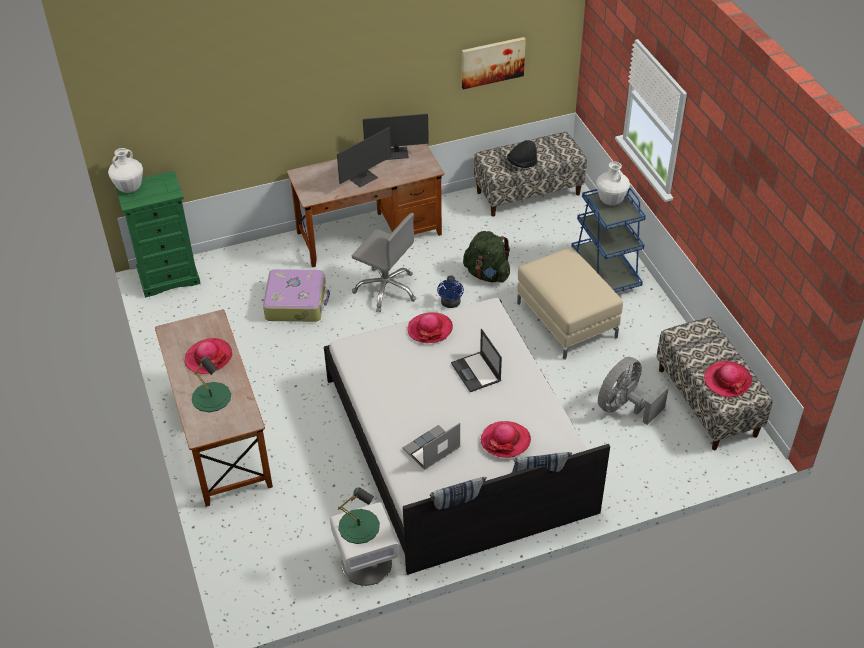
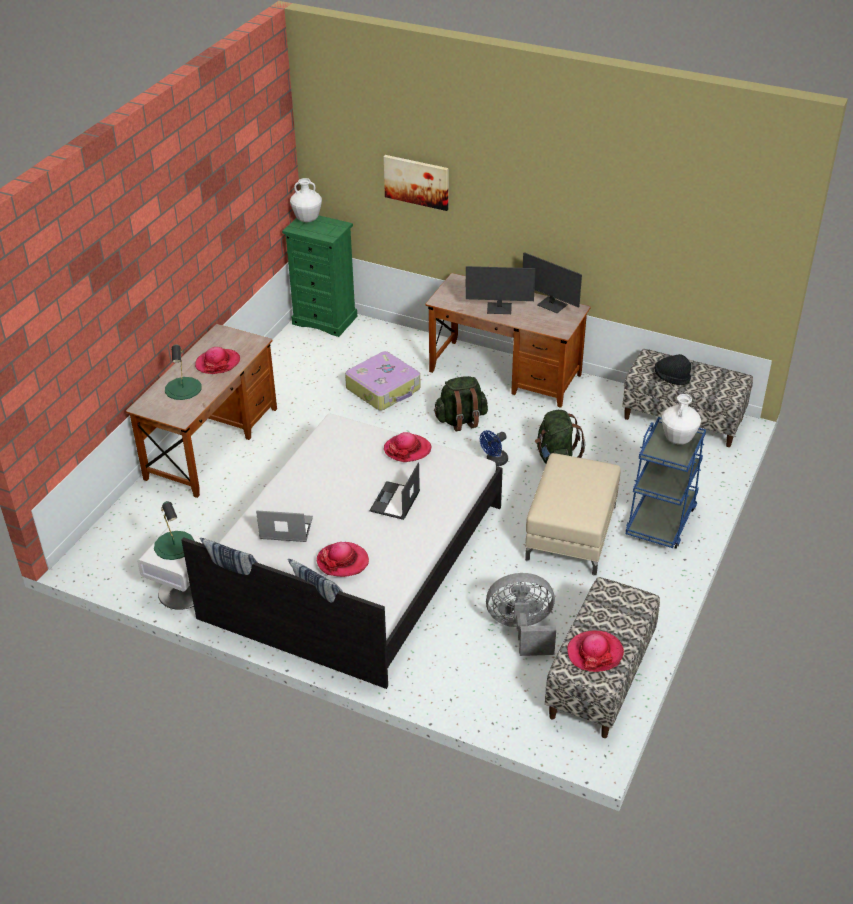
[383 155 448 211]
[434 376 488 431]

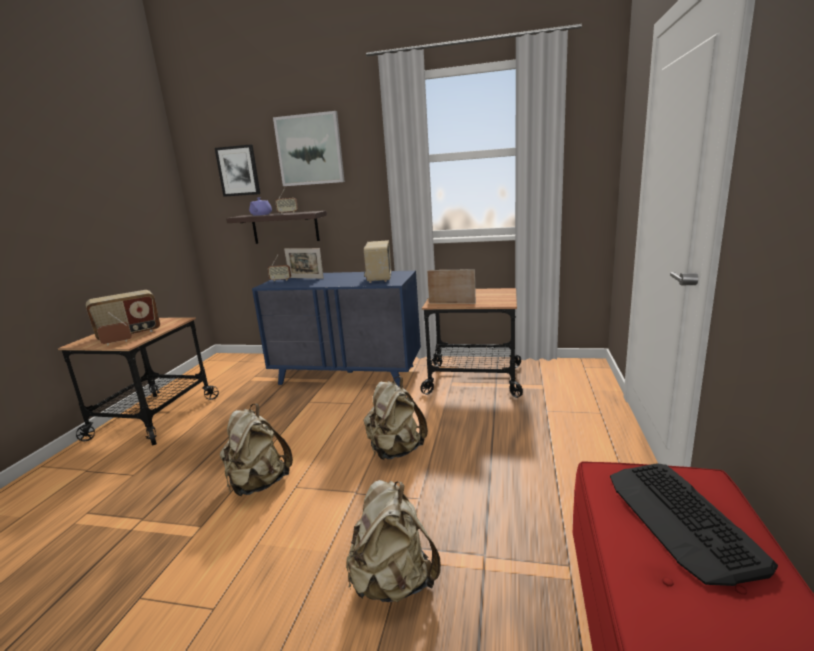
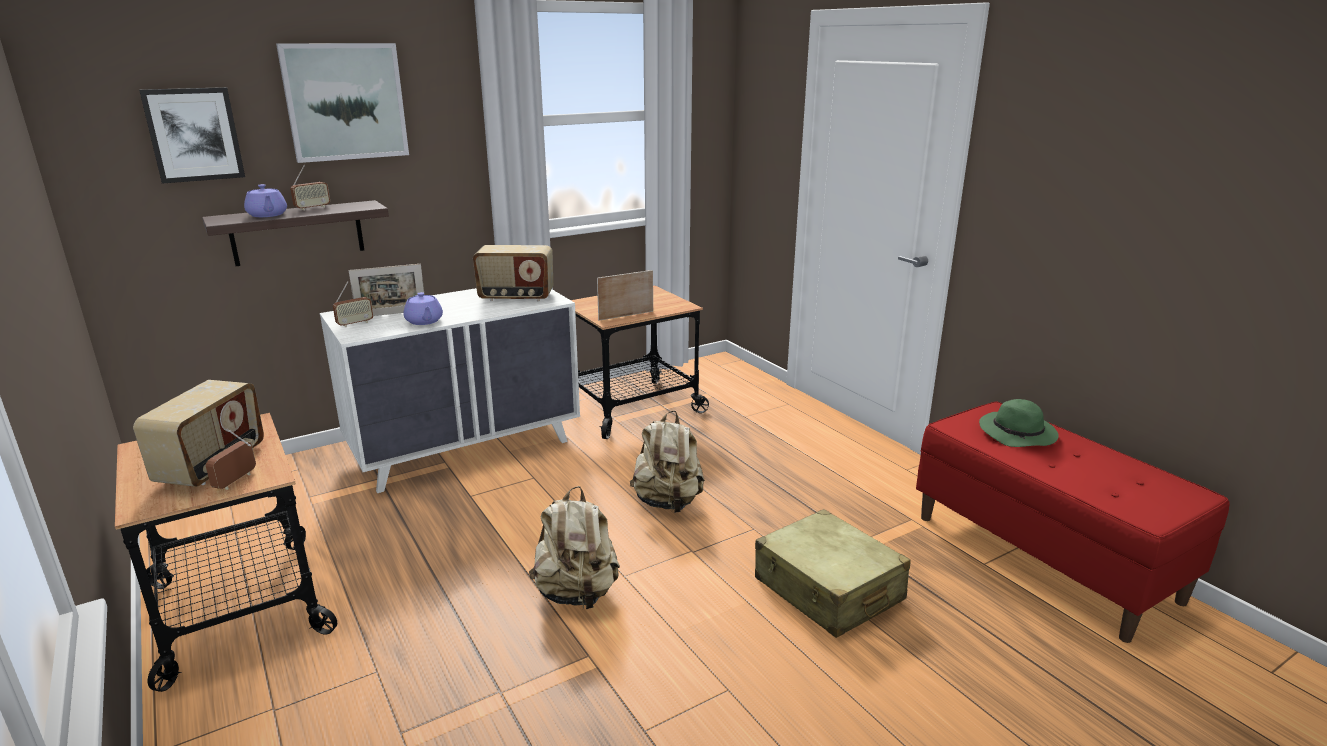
[320 288 580 493]
[404 292 443 325]
[473 245 553 302]
[755 509 911 638]
[979 399 1059 447]

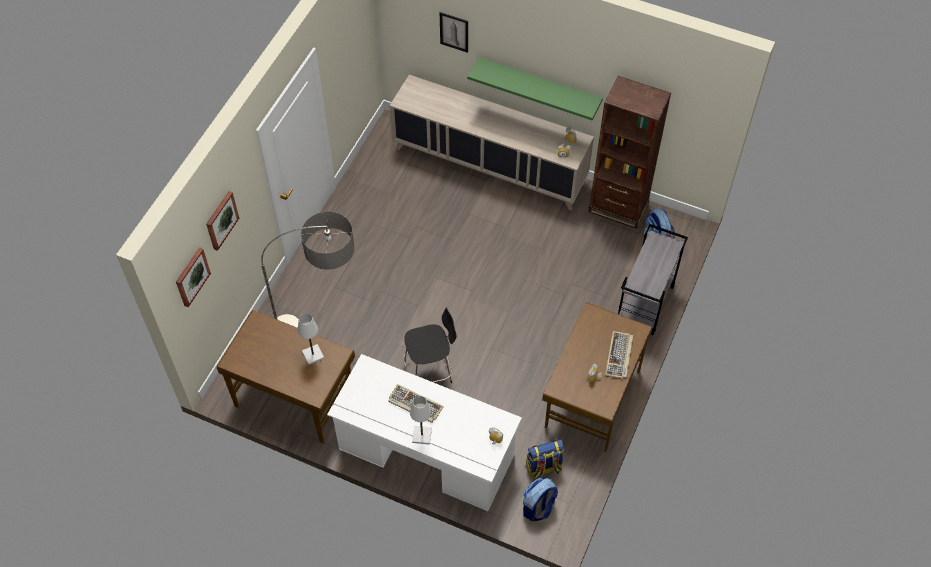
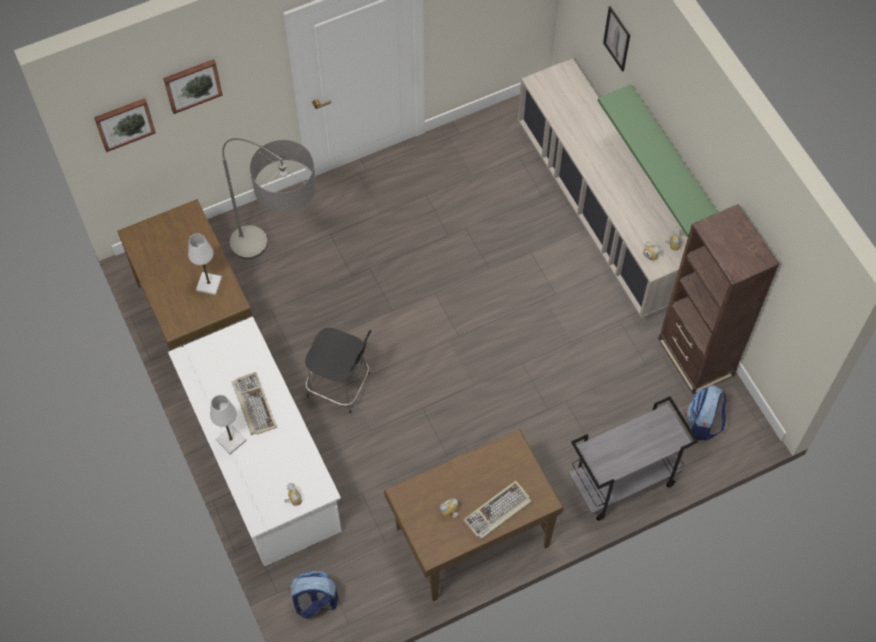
[526 439 564 480] (first image)

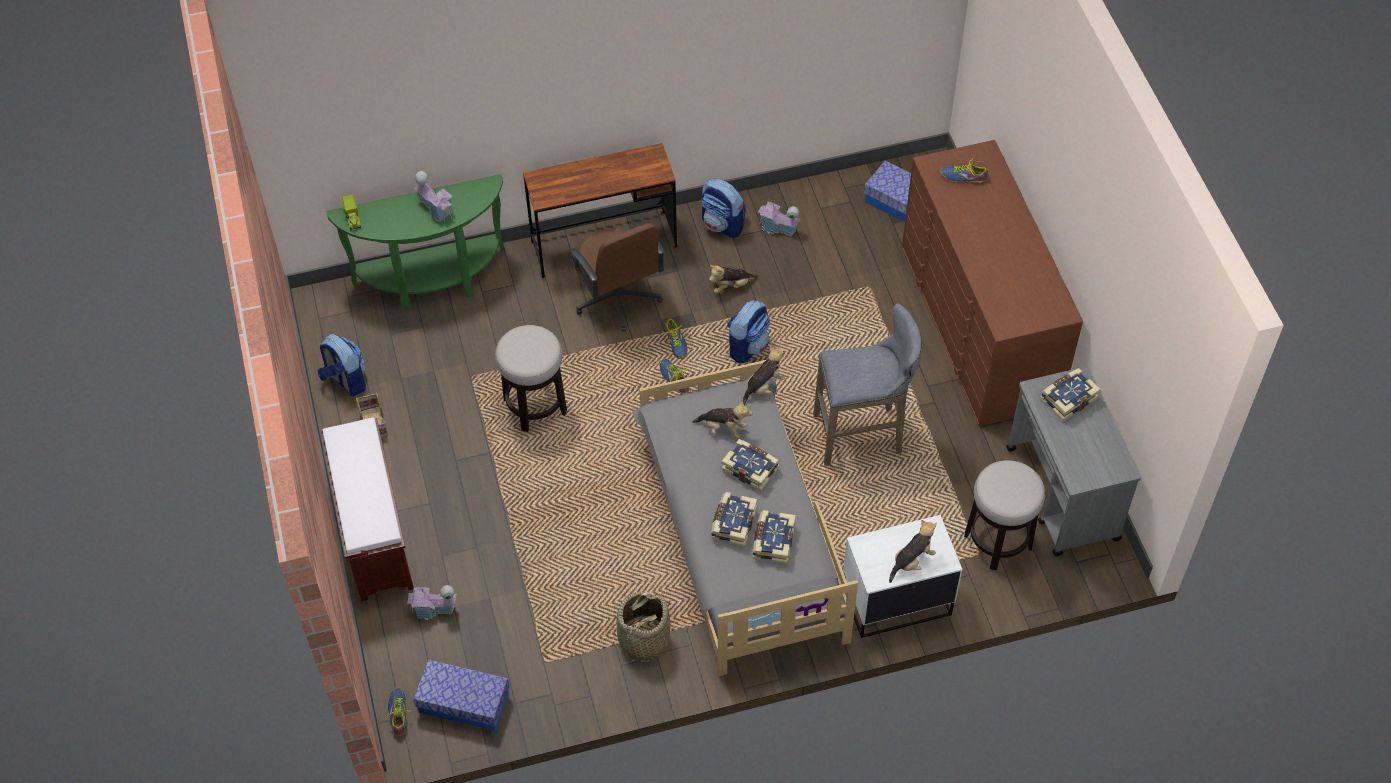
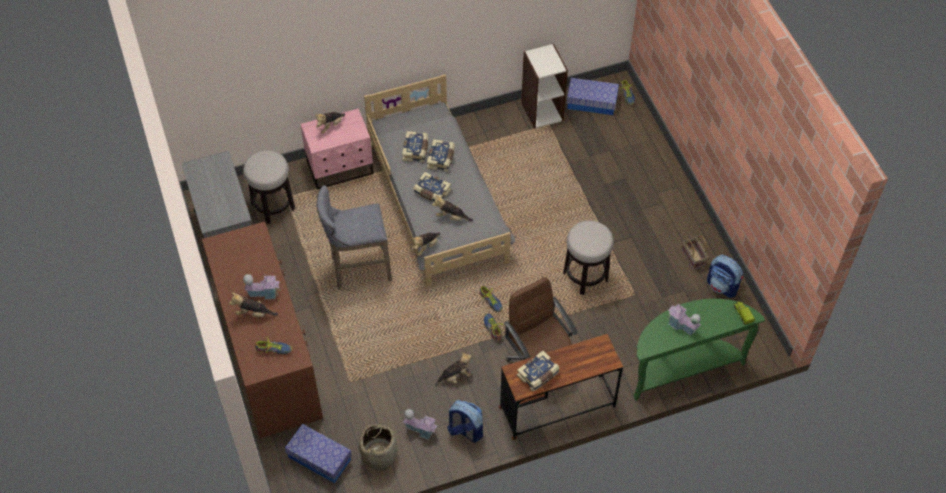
[229 293 278 317]
[243 274 280 299]
[301 108 373 190]
[359 424 397 471]
[517 350 560 391]
[521 44 568 129]
[319 418 414 602] (first image)
[727 300 770 363] (first image)

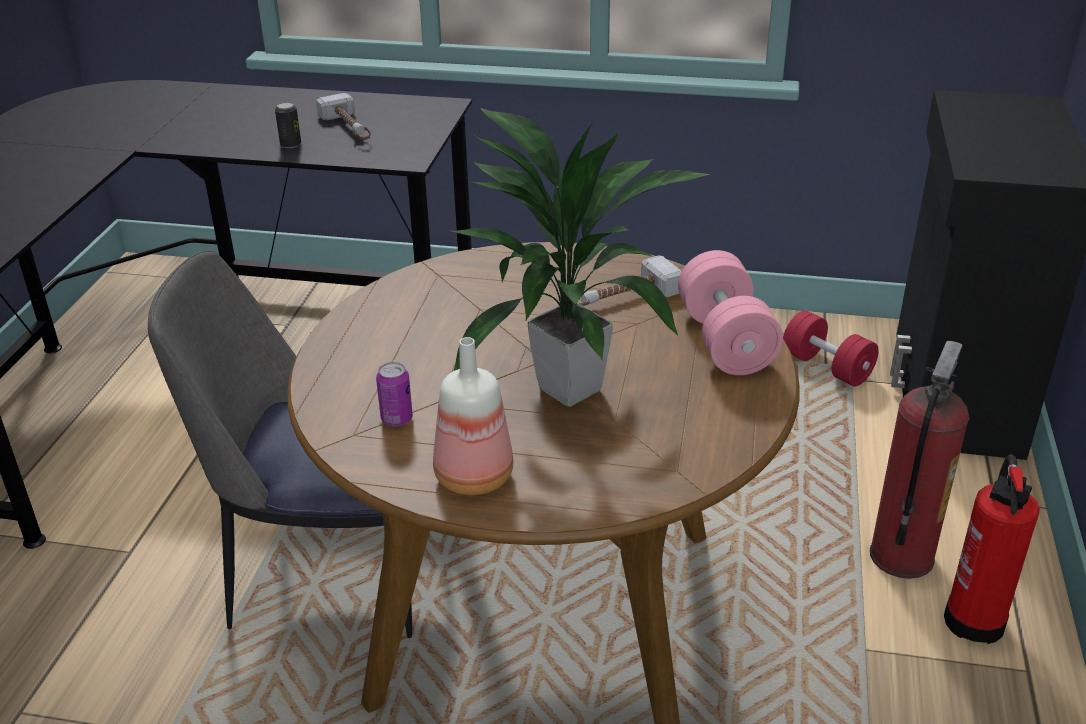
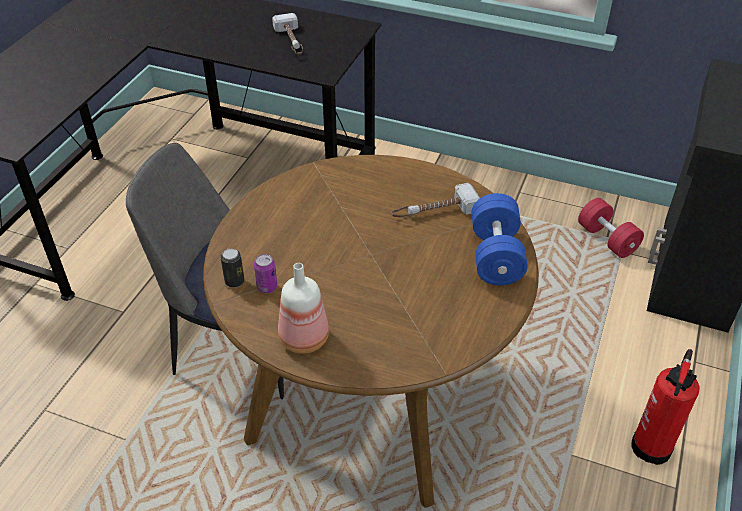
[220 248 244 287]
[472 193 528 286]
[449 108 709 407] (first image)
[870 341 969 579] (first image)

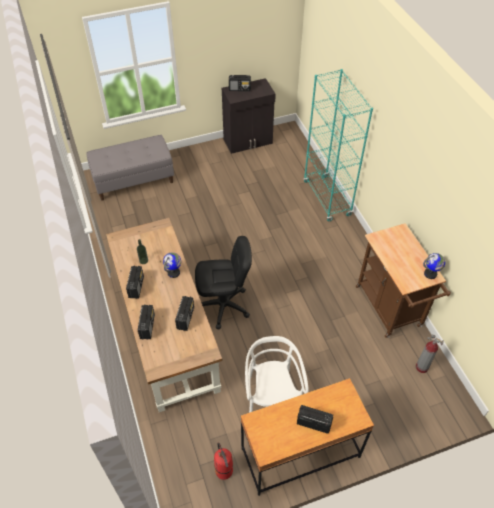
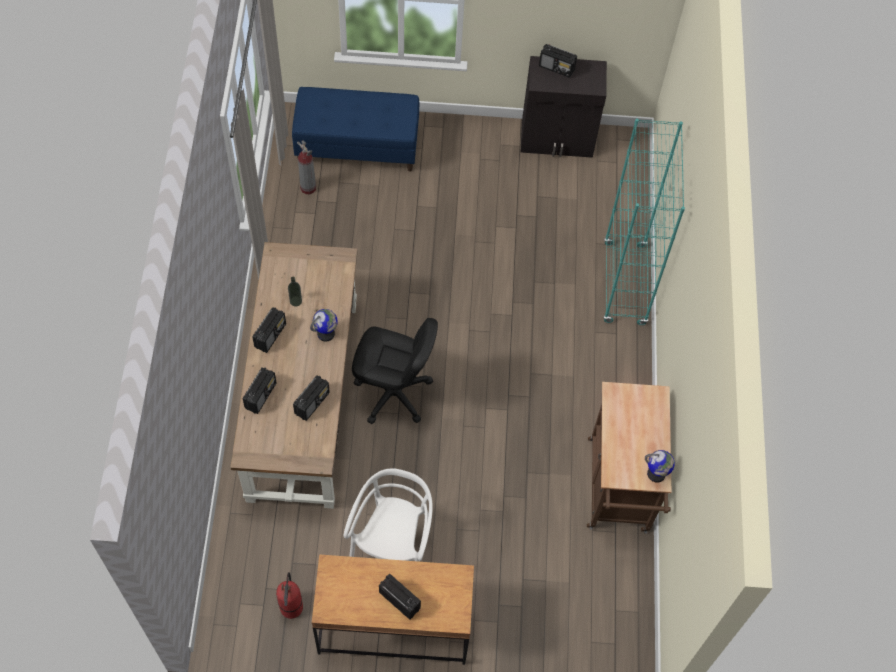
[292 87 419 172]
[297 140 316 194]

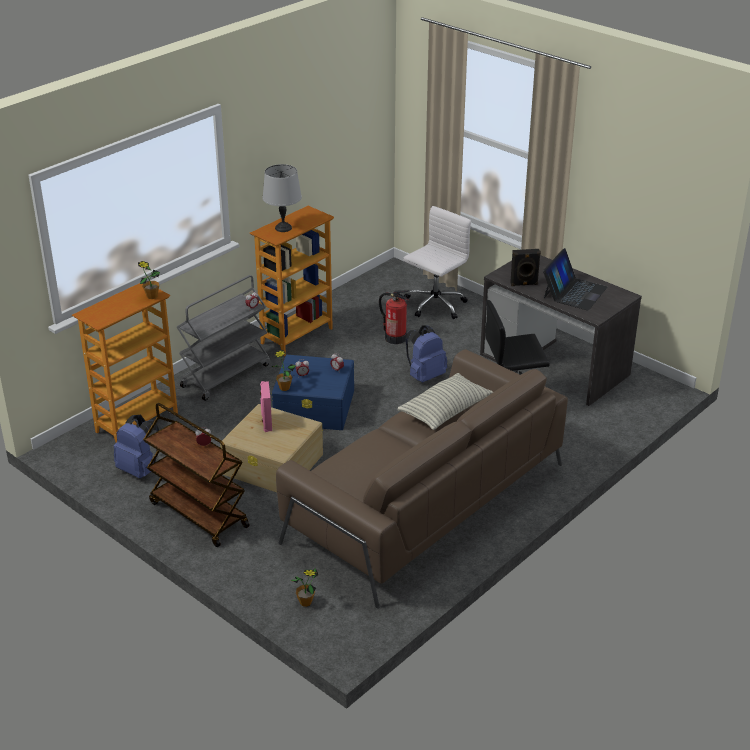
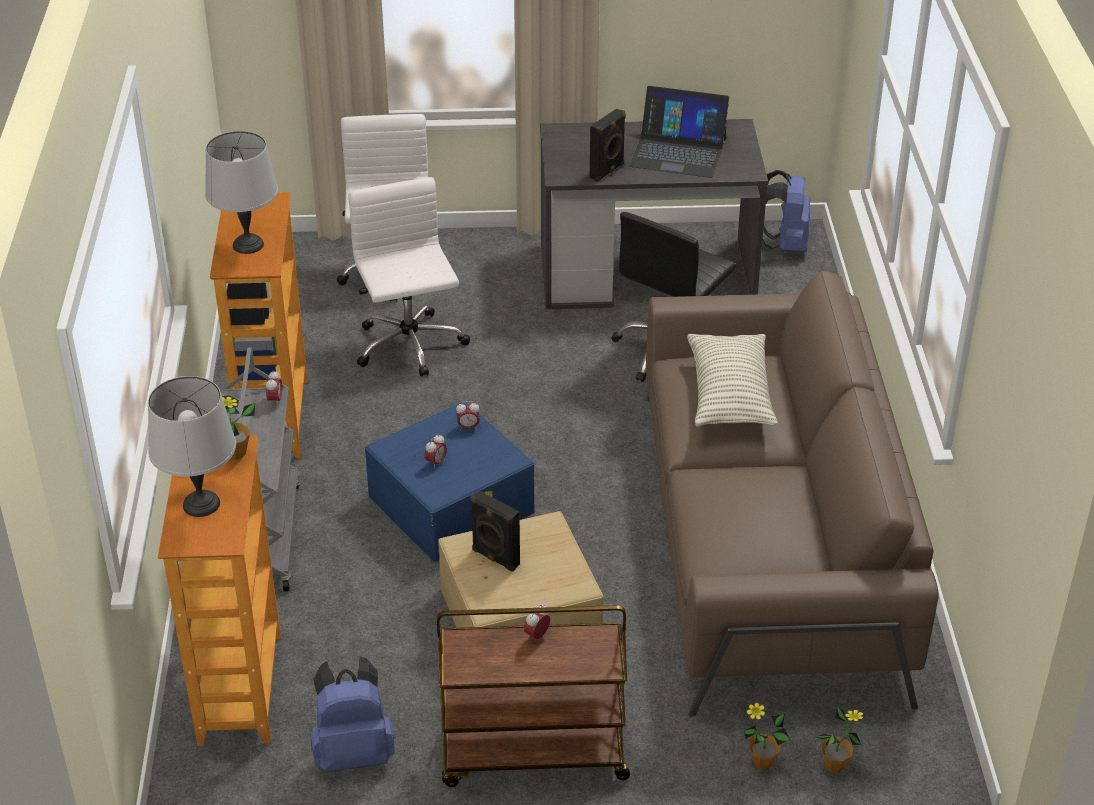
[148 376 236 517]
[348 177 470 377]
[470 490 520 572]
[630 86 729 178]
[744 701 790 770]
[763 170 810 252]

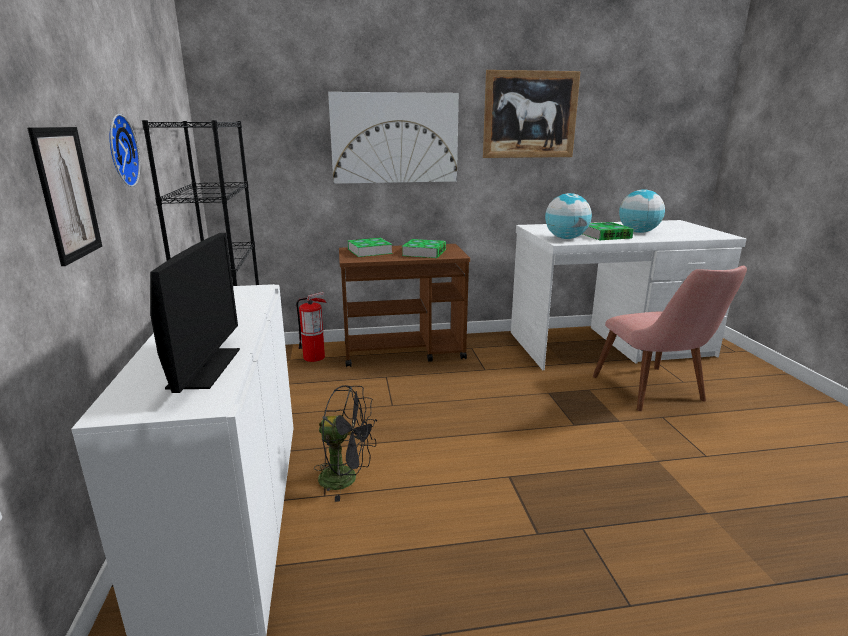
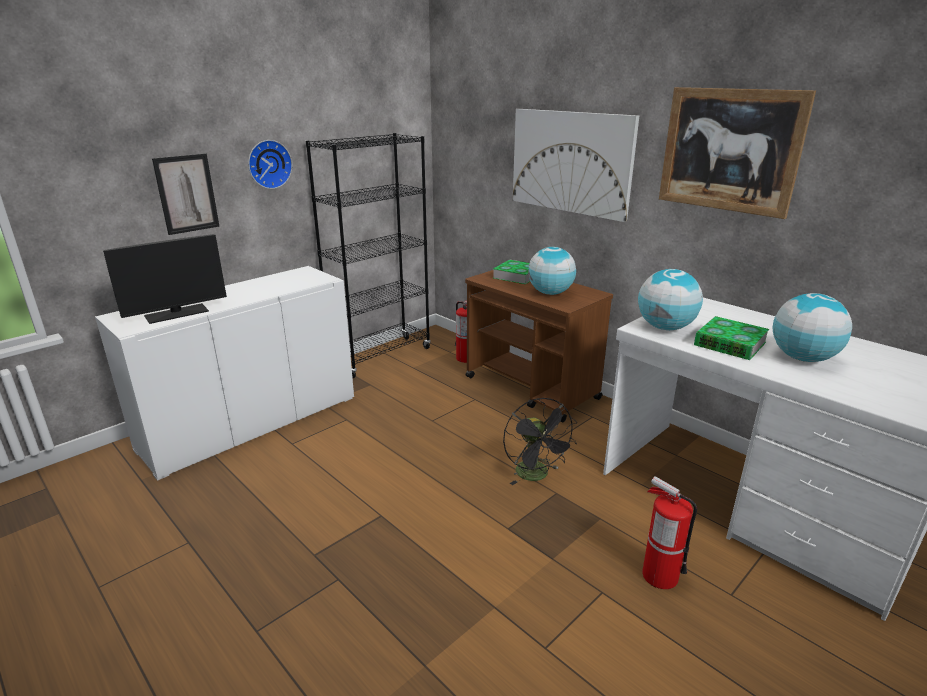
[503 398 577 485]
[528 247 576 295]
[642 476 697 589]

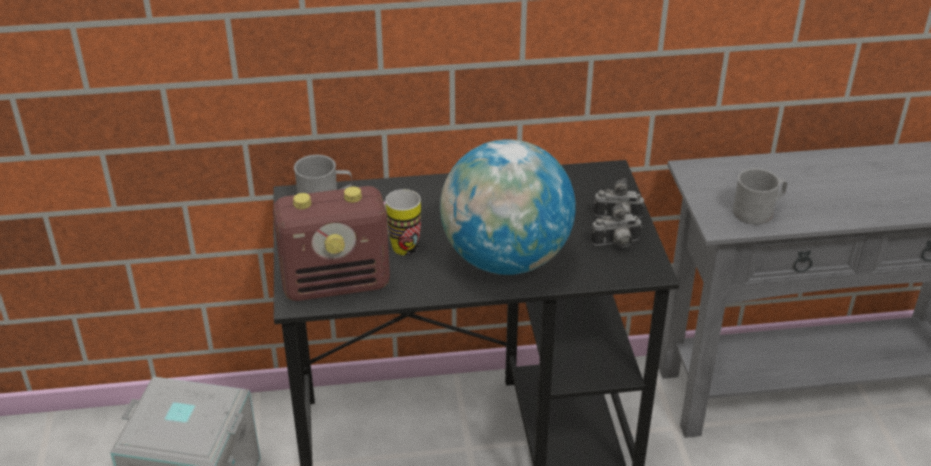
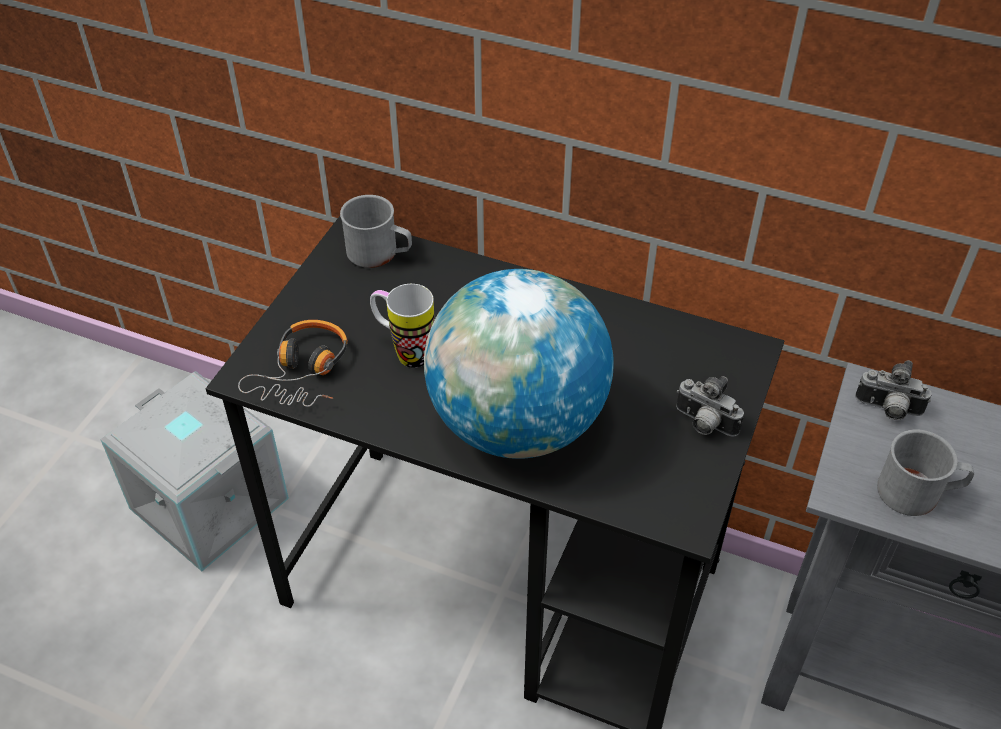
[238 320 348 407]
[855 360 932 420]

